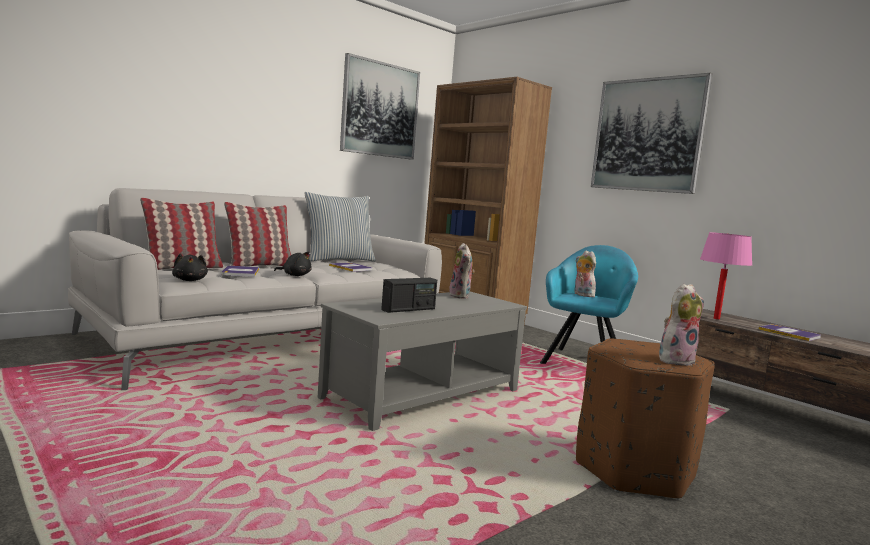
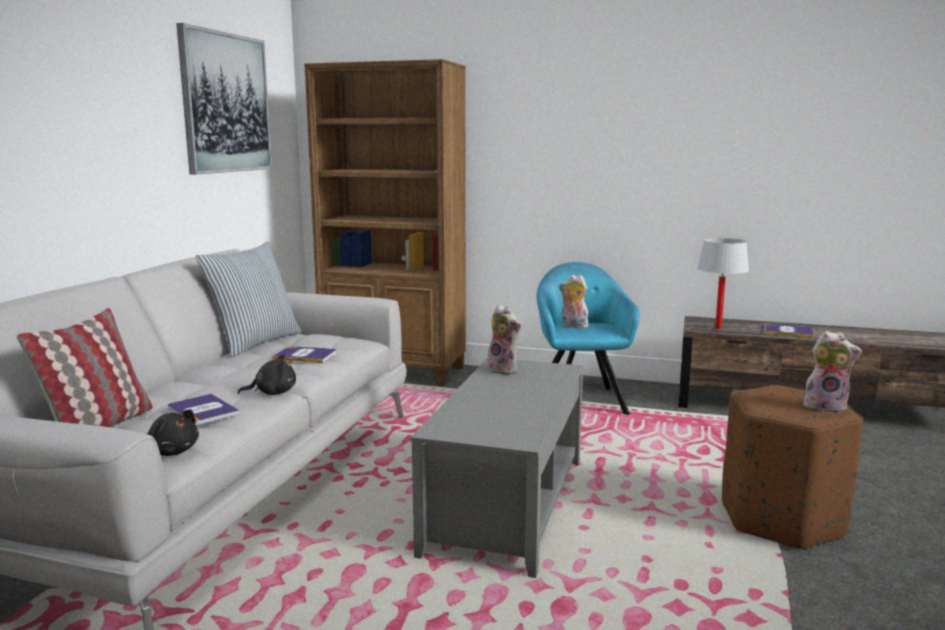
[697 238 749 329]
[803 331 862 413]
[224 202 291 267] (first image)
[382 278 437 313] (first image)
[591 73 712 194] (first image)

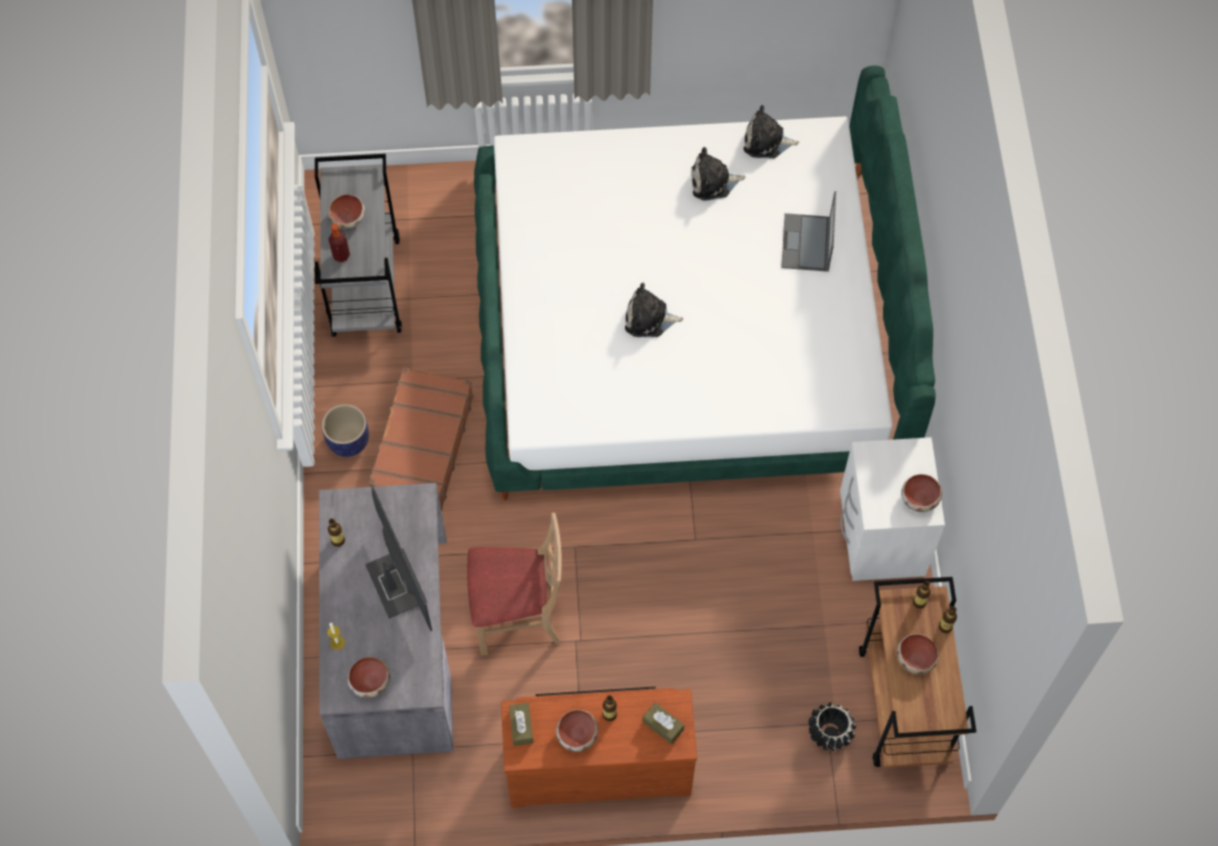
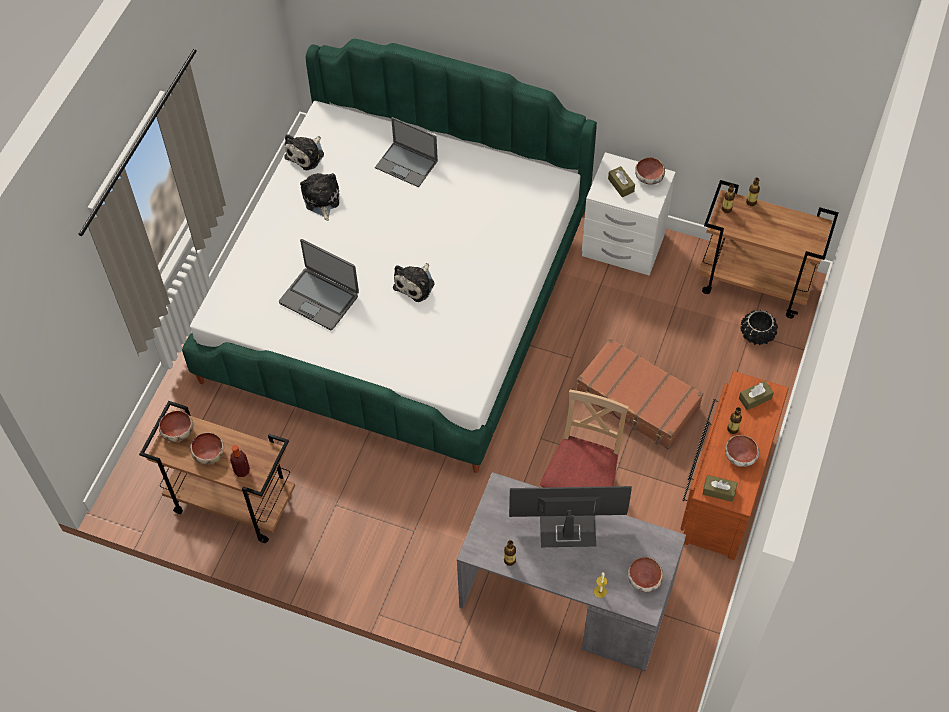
[139 401 295 543]
[159 411 193 442]
[279 239 359 330]
[300 173 339 221]
[577 338 703 450]
[608 166 635 197]
[321 404 369 457] (first image)

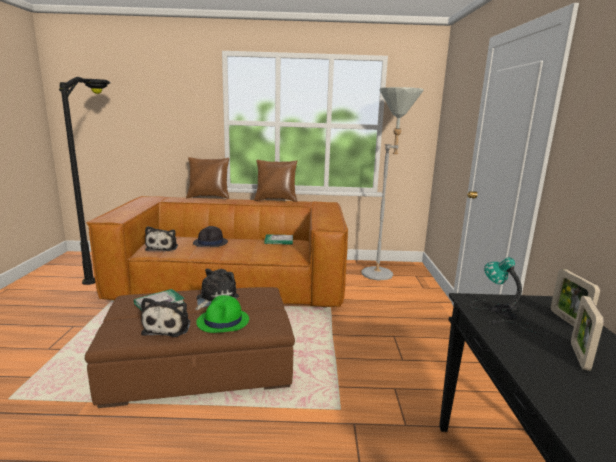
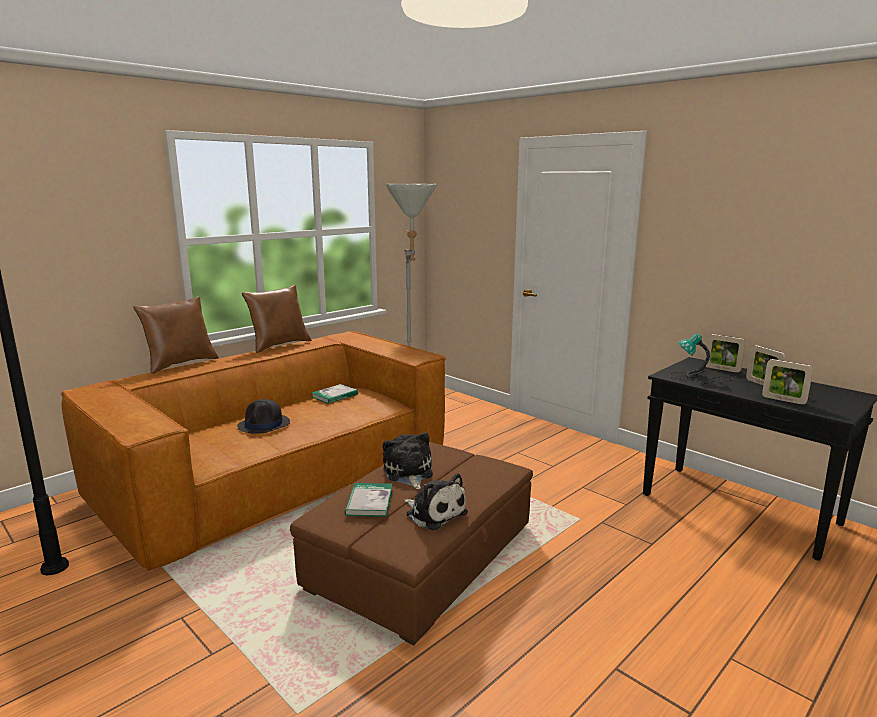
[762 359 813 405]
[145 226 178 251] (first image)
[196 295 249 333] (first image)

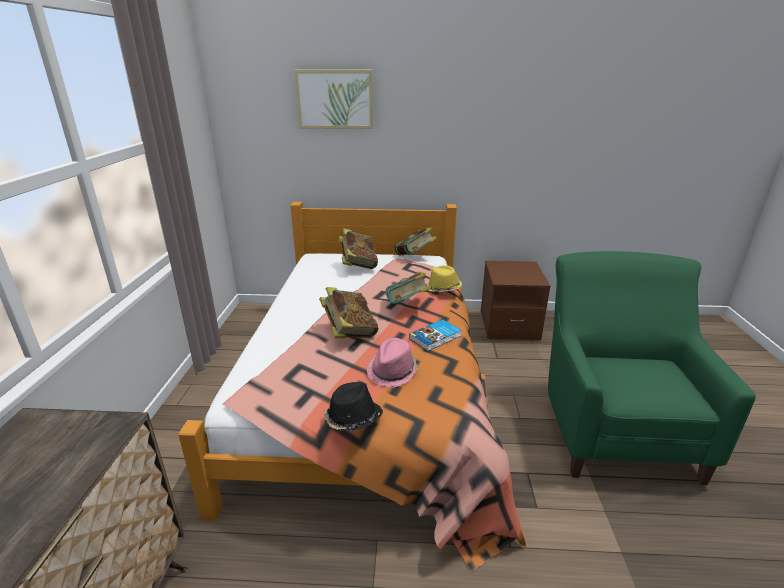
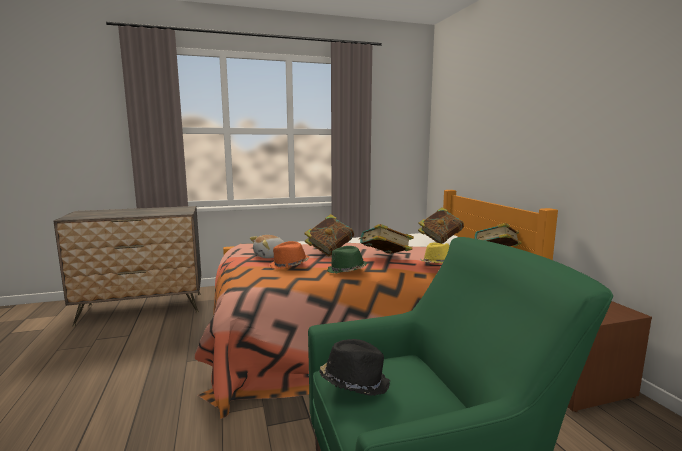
[250 235 284 258]
[270 241 310 269]
[319 339 390 396]
[327 246 367 274]
[294 70 373 129] (first image)

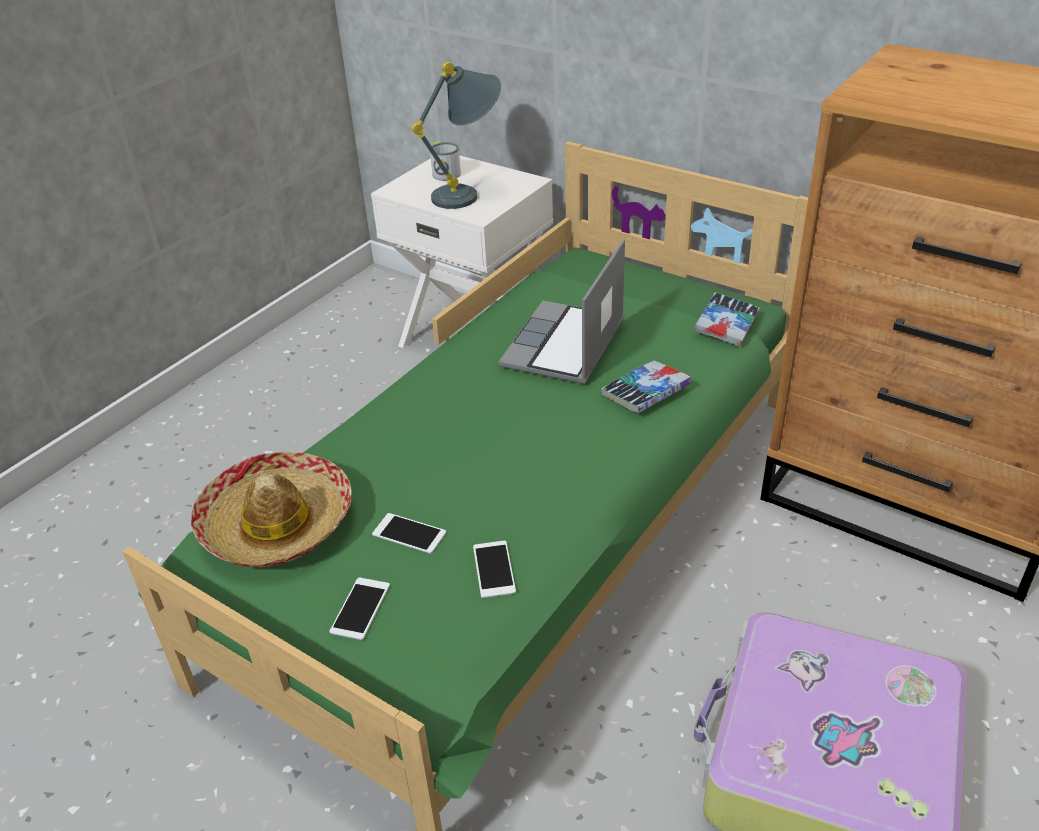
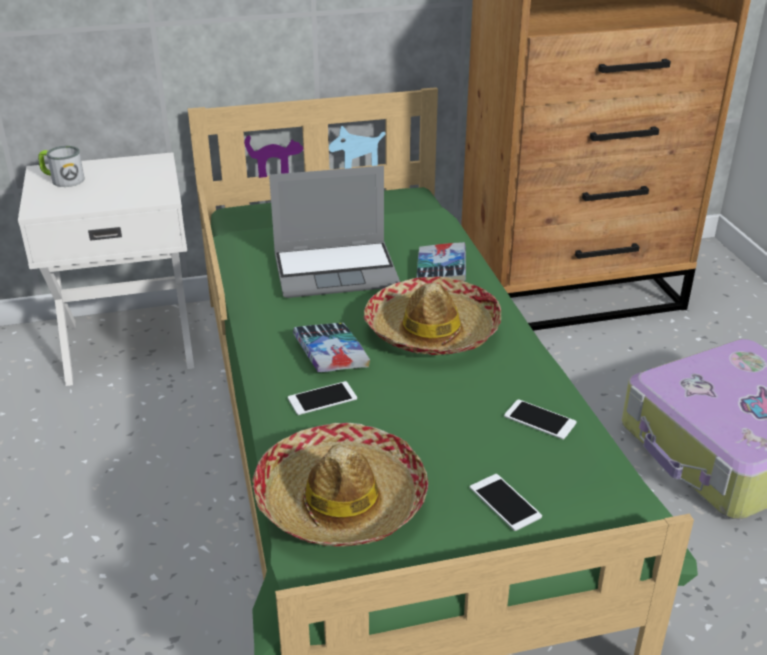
[269 166 400 298]
[288 381 357 415]
[293 323 370 372]
[364 277 501 355]
[411 62 501 209] (first image)

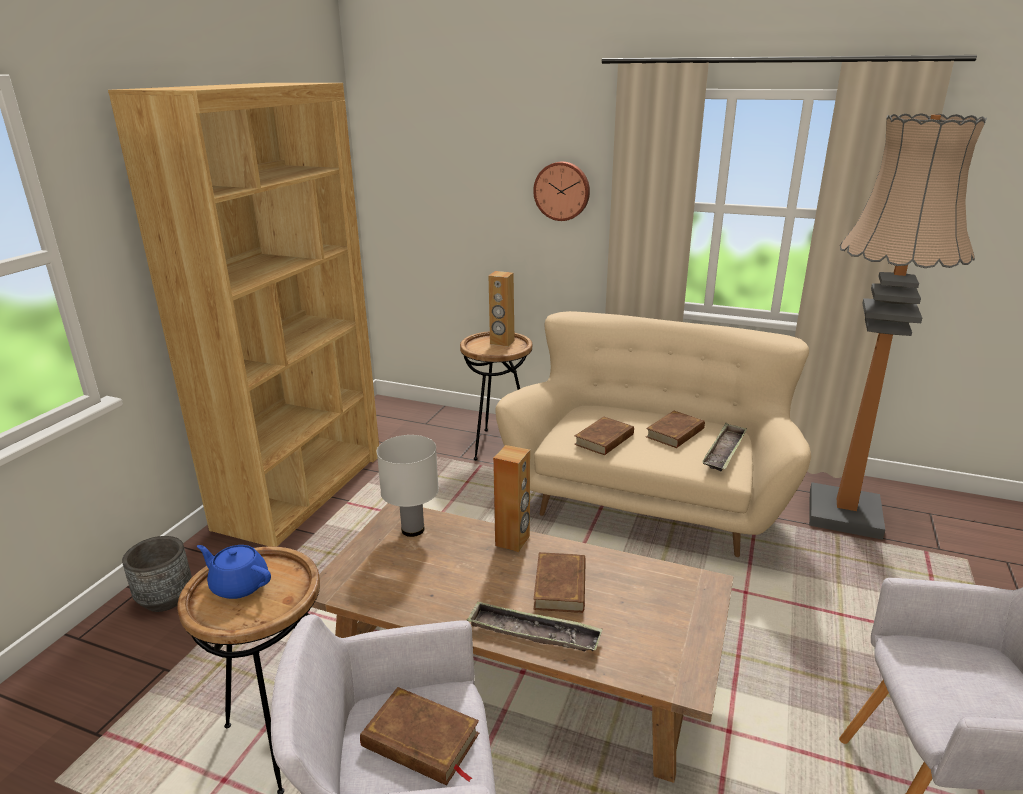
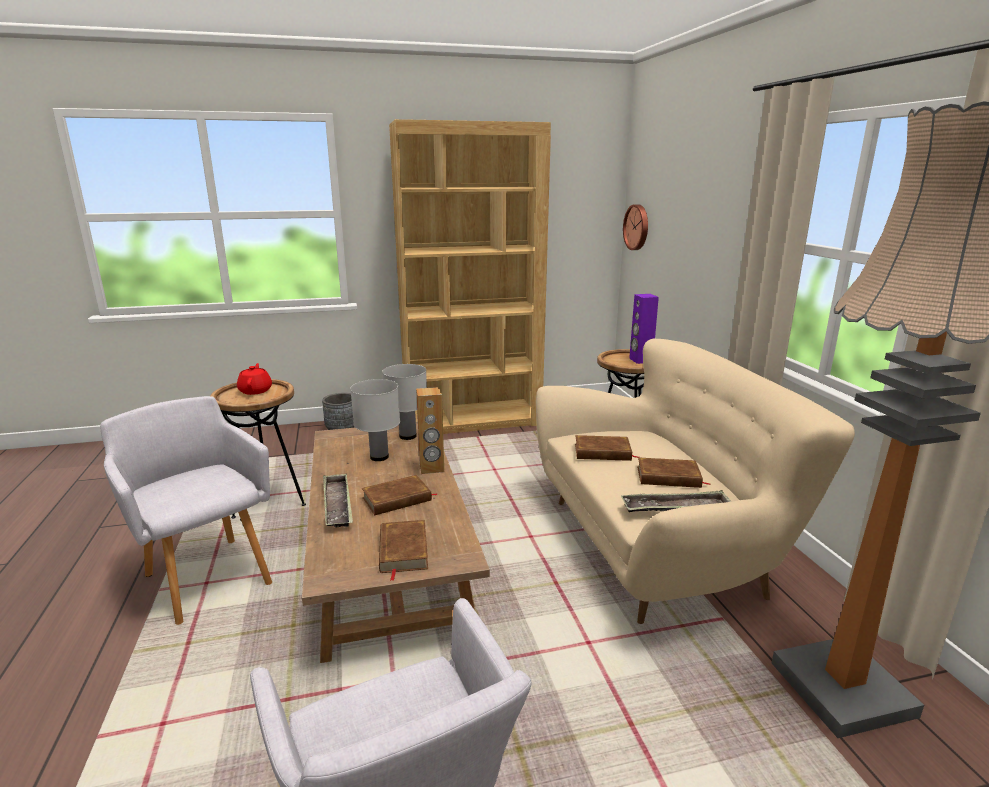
[237 363 272 395]
[350 379 400 461]
[379 520 428 581]
[623 204 648 250]
[629 294 659 364]

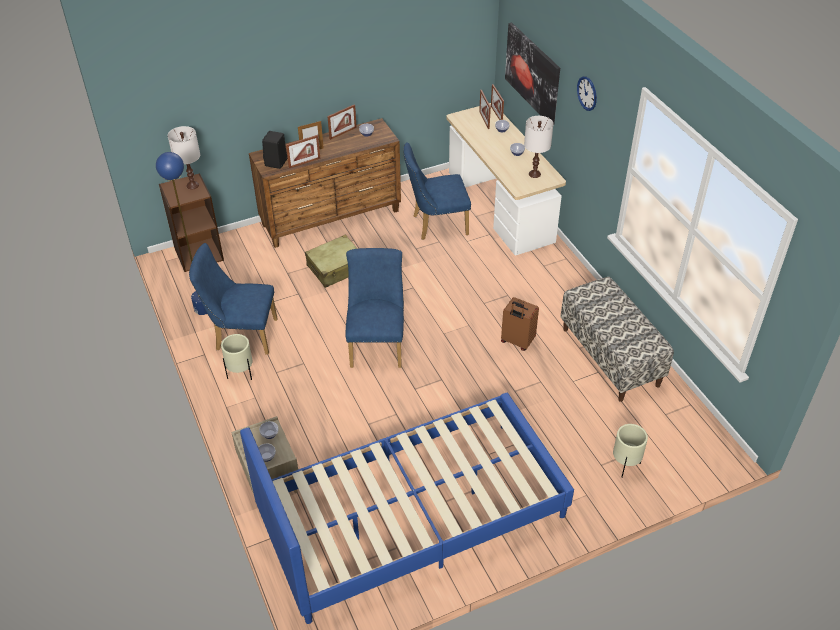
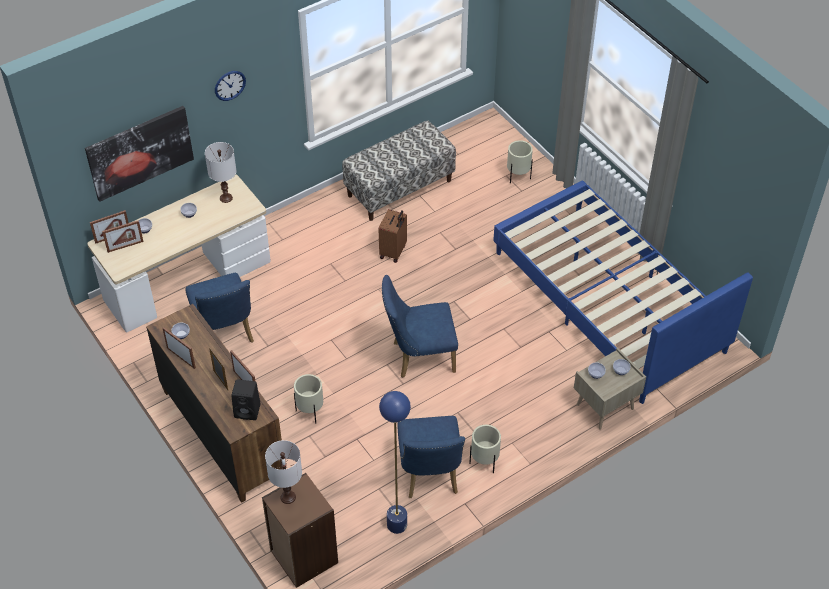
[294 374 323 423]

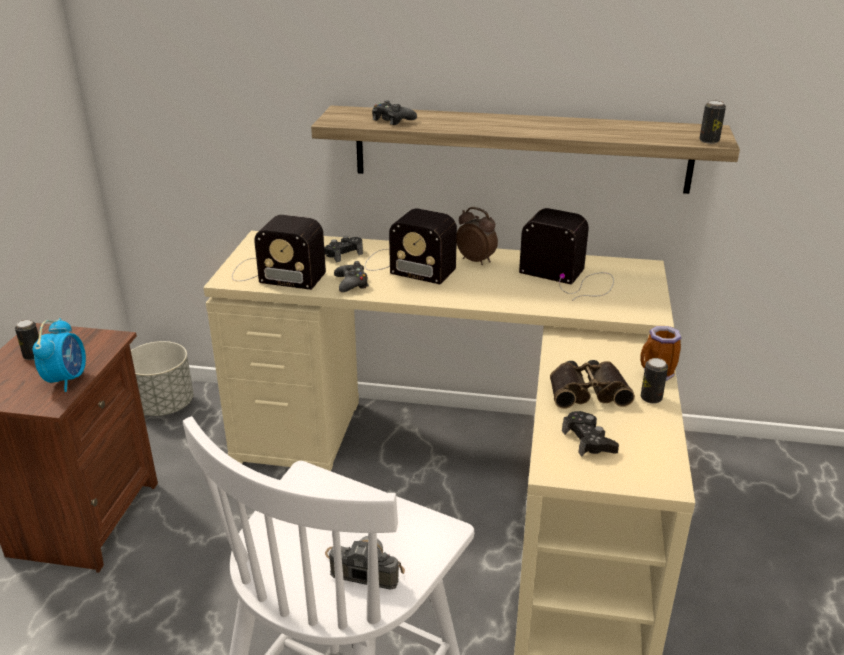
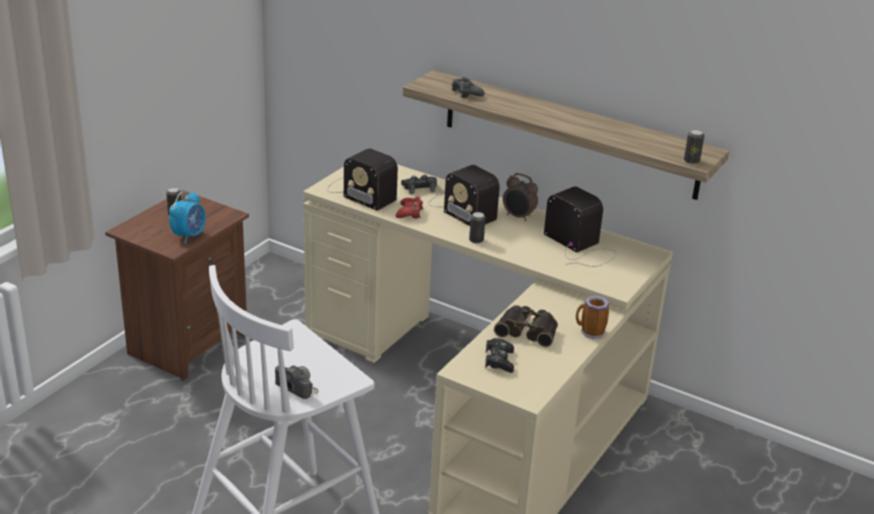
[396 196 423 219]
[469 212 486 243]
[503 173 538 221]
[131 341 194 416] (first image)

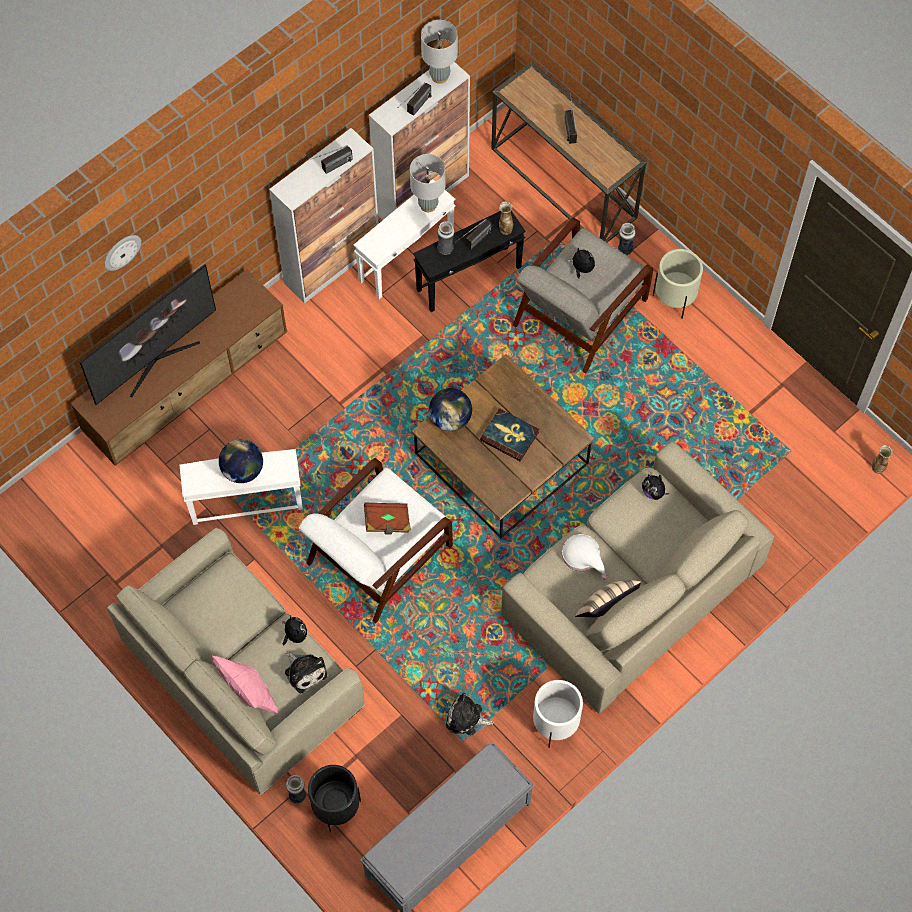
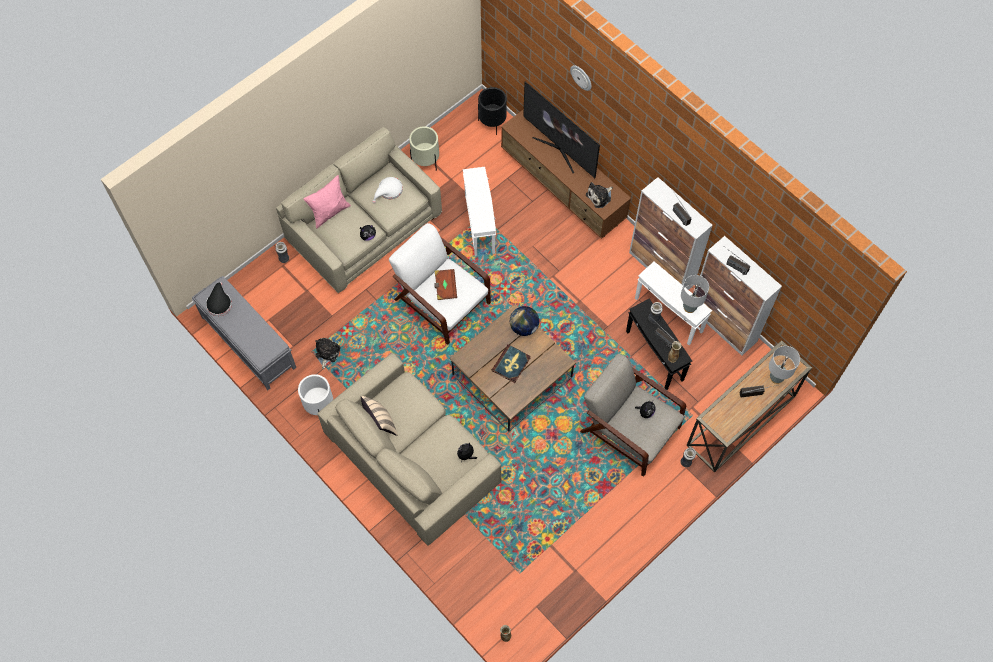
[206 282 232 316]
[372 177 403 203]
[409 126 439 171]
[478 87 507 135]
[586 182 613 208]
[769 346 800 384]
[219 439 263 483] (first image)

